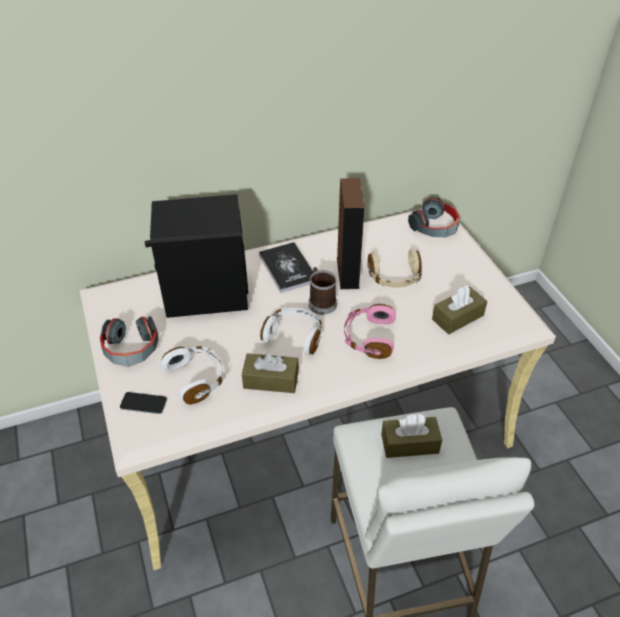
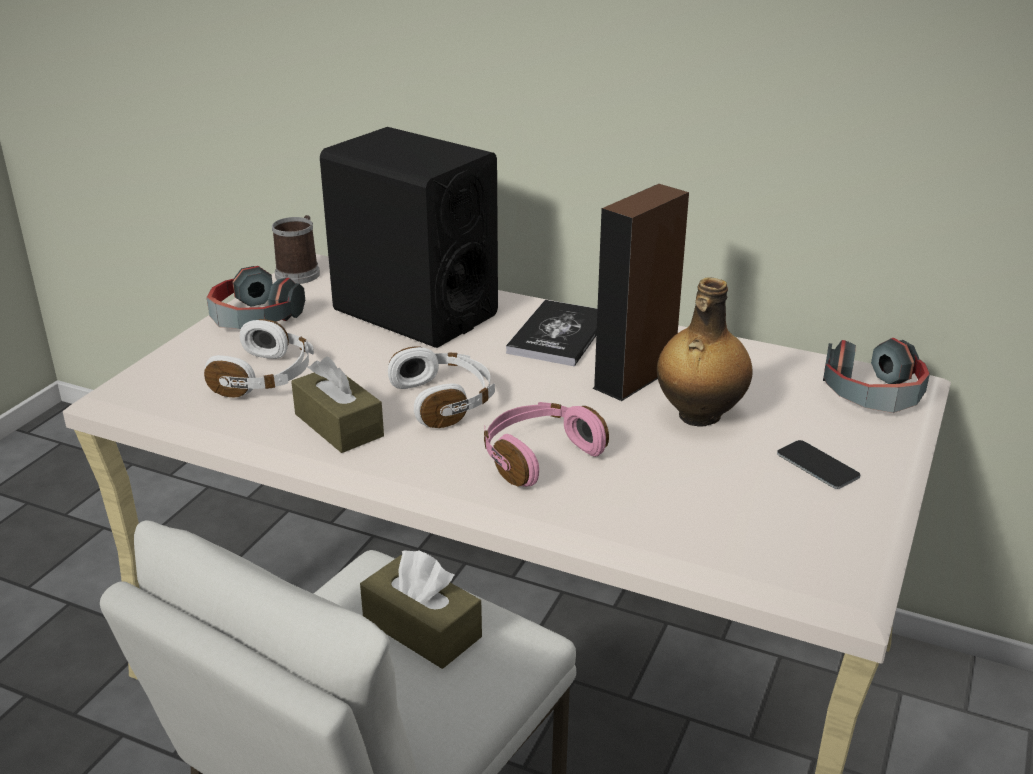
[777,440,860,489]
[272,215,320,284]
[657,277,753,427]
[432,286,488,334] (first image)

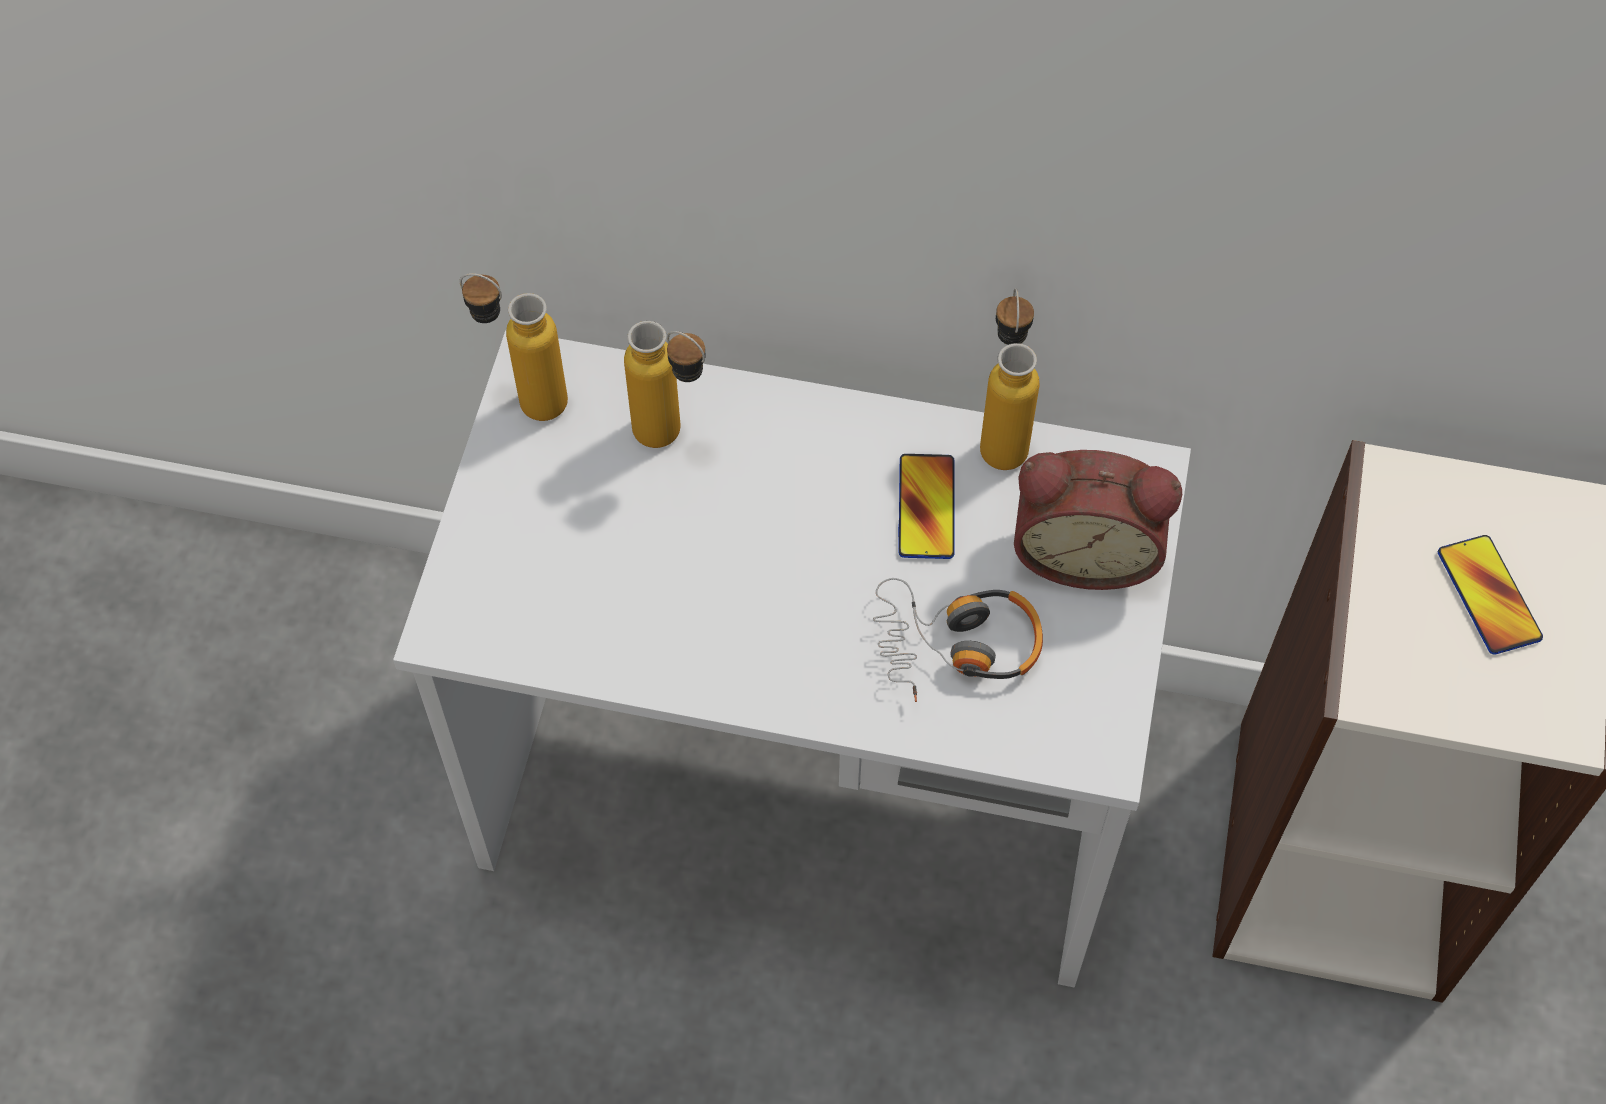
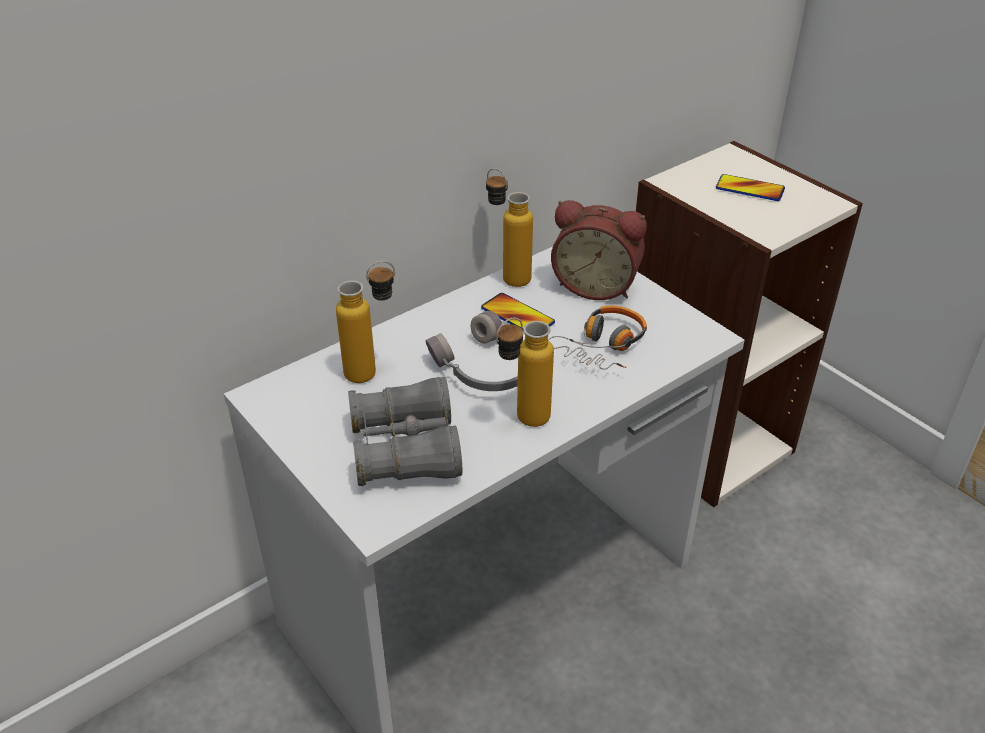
[496,317,554,427]
[551,200,647,300]
[348,377,462,486]
[426,311,518,391]

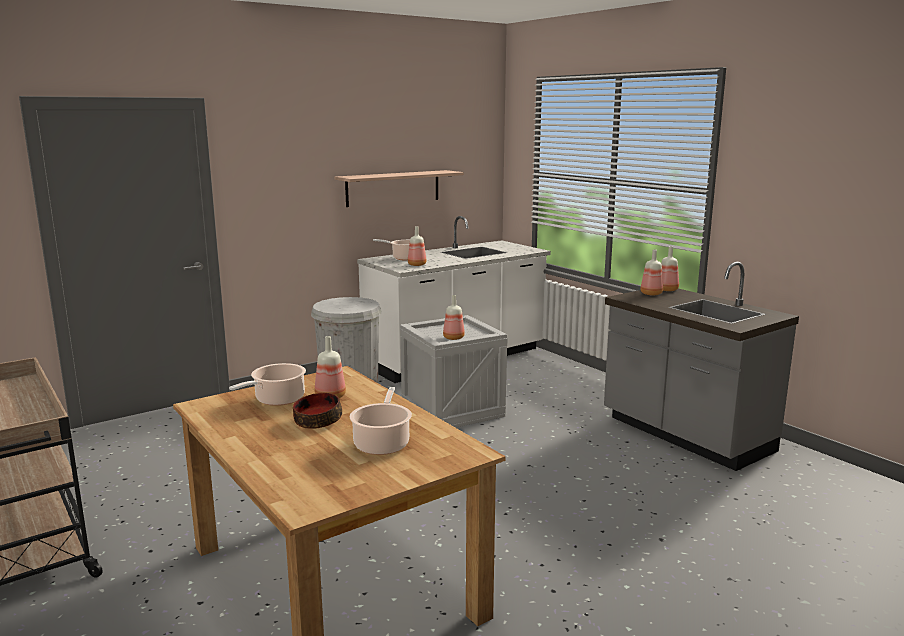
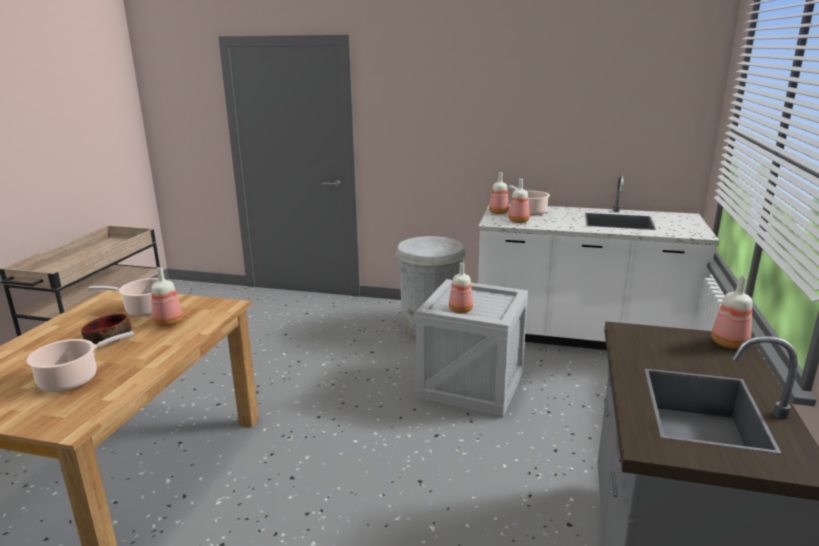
[335,170,464,207] (first image)
[489,172,509,214]

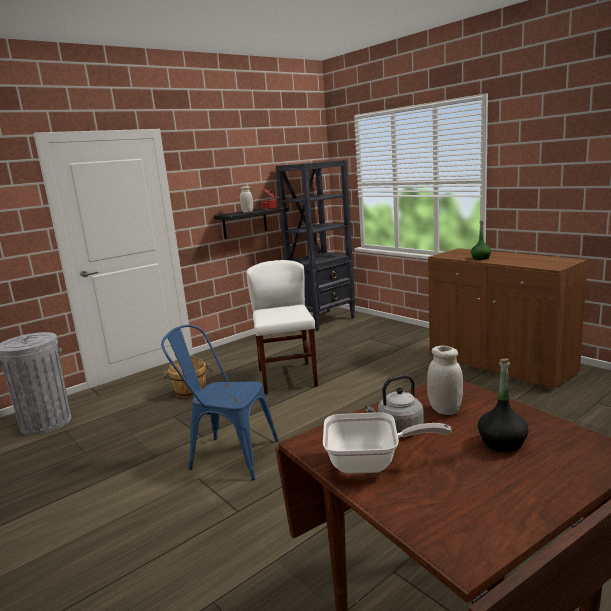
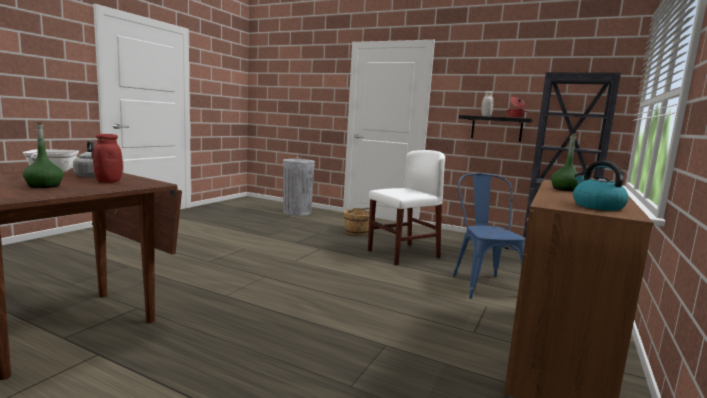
[452,173,525,299]
[93,134,123,183]
[23,122,64,188]
[573,161,629,211]

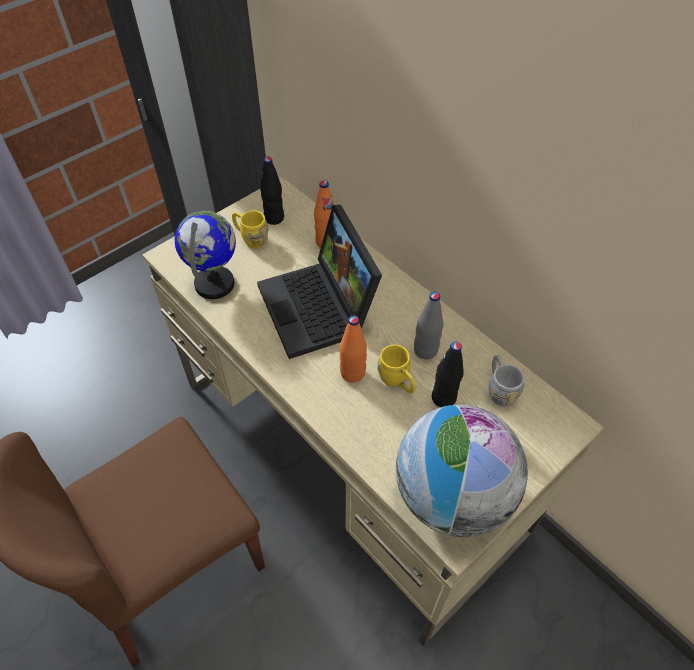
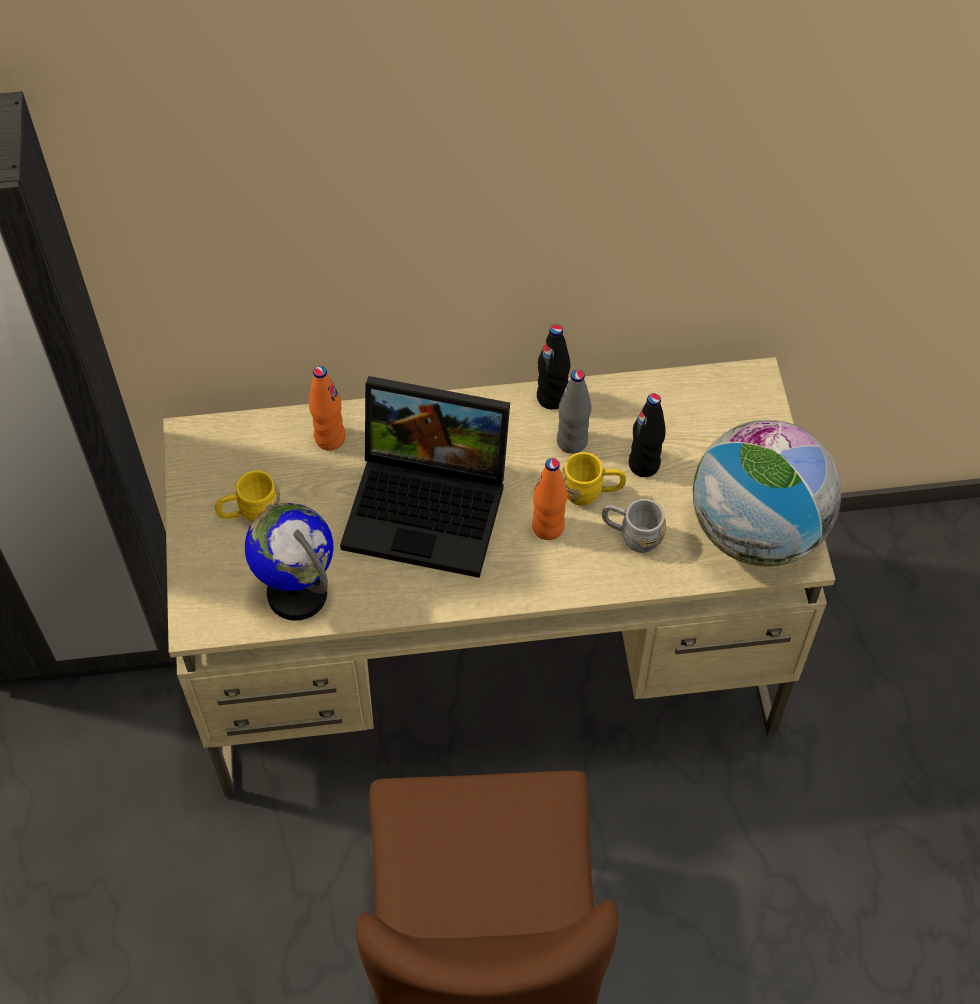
[537,324,571,410]
[602,499,666,553]

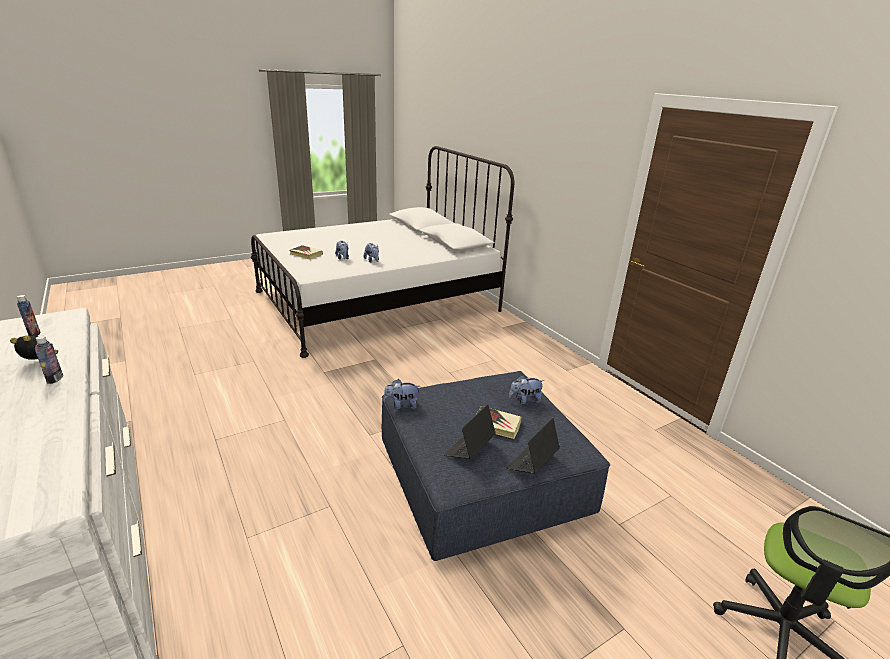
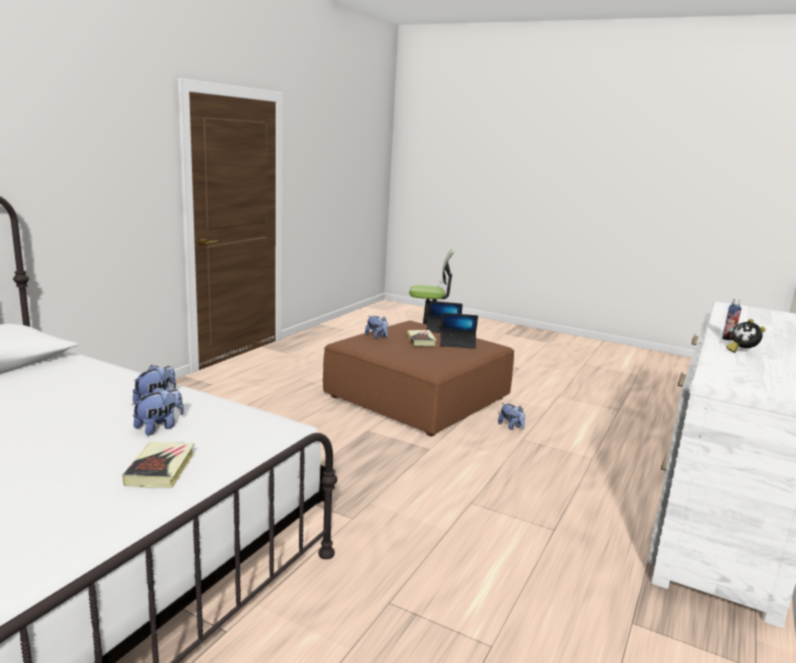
[17,295,40,336] (first image)
[323,320,515,436]
[498,403,525,430]

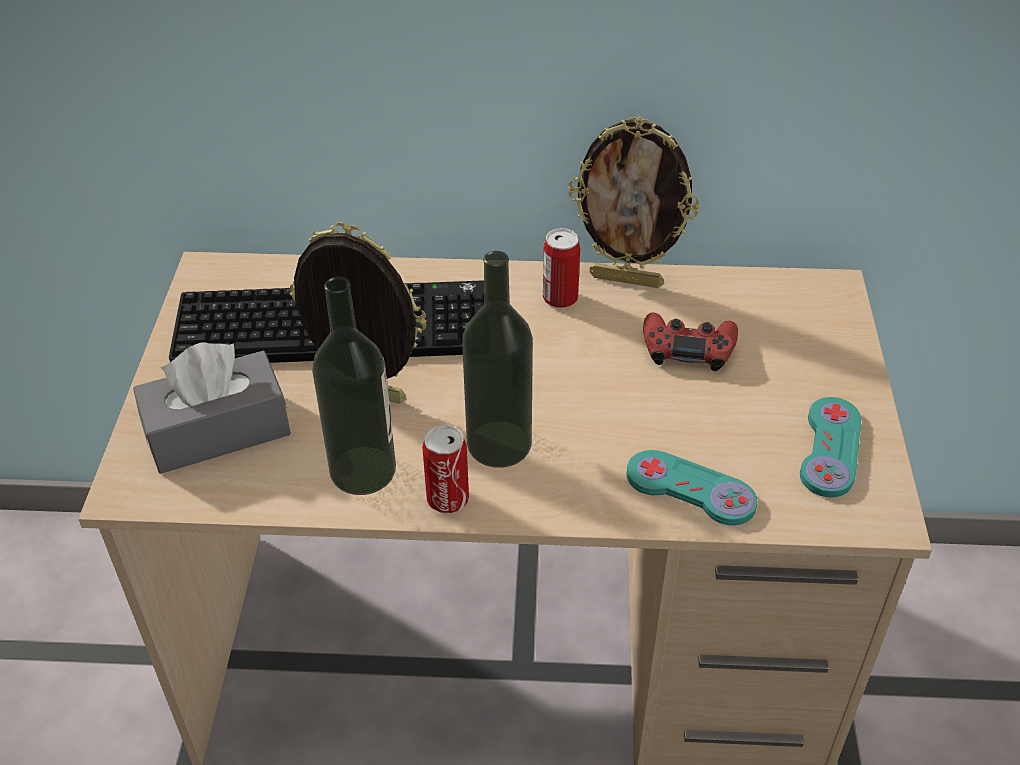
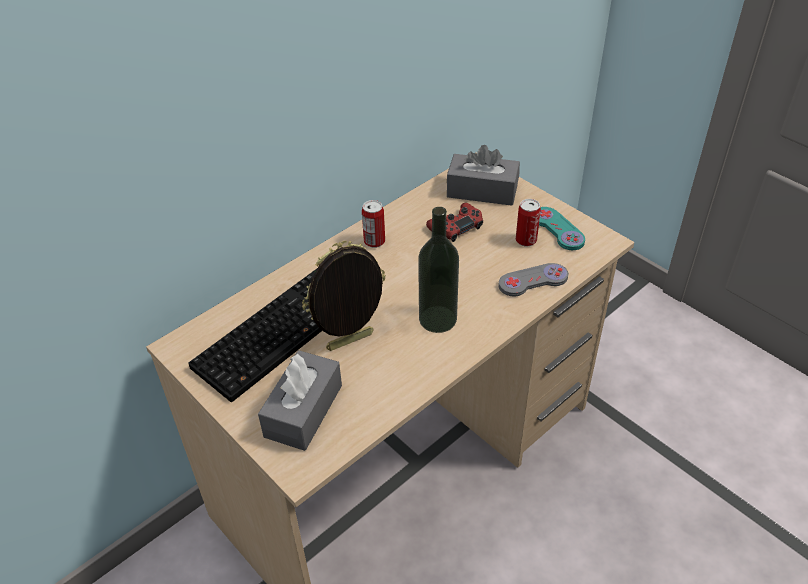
[312,277,396,495] (first image)
[516,199,541,247]
[568,117,700,288] (first image)
[498,263,568,296]
[447,145,520,206]

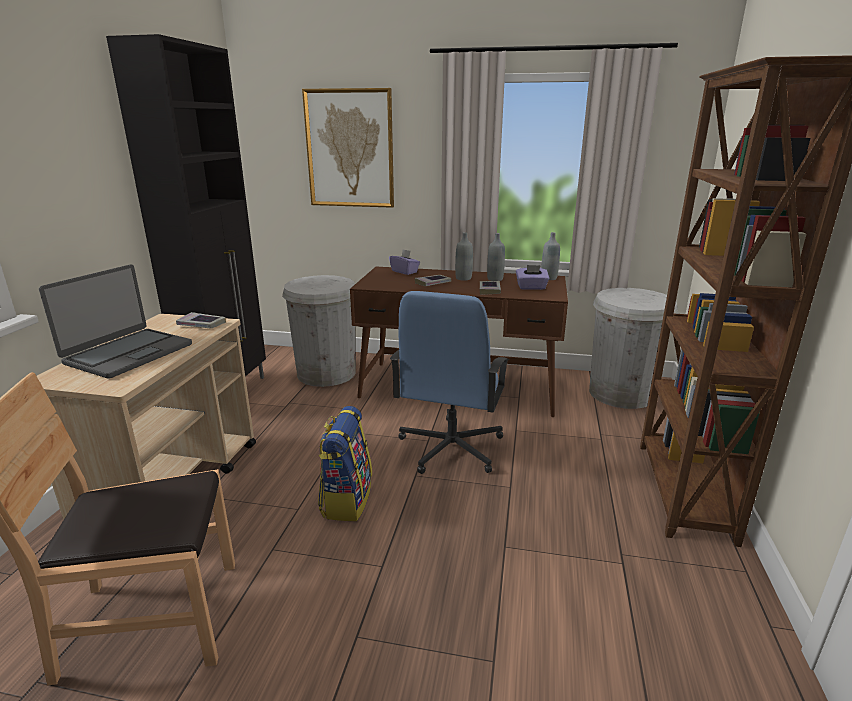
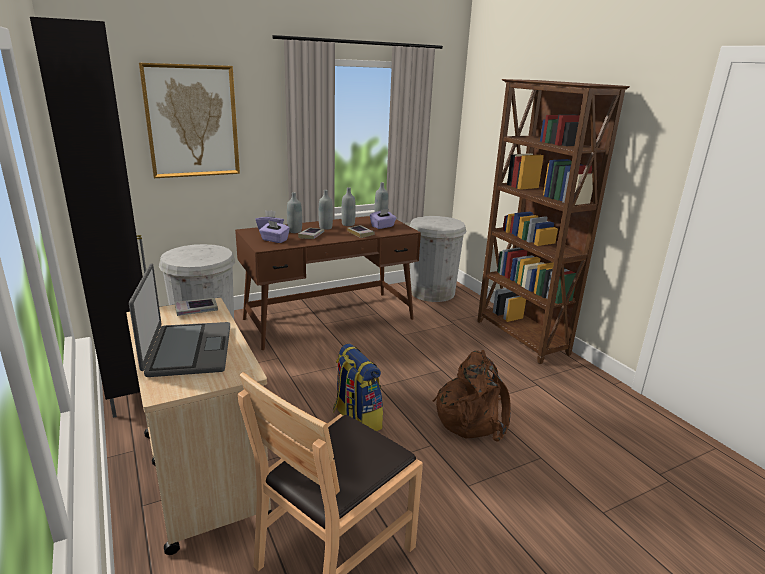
[390,291,509,474] (first image)
[259,220,290,243]
[287,192,302,233]
[433,350,511,442]

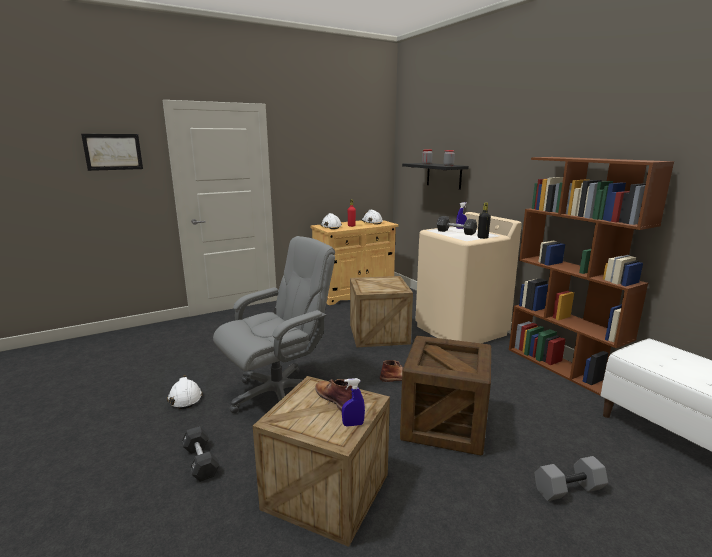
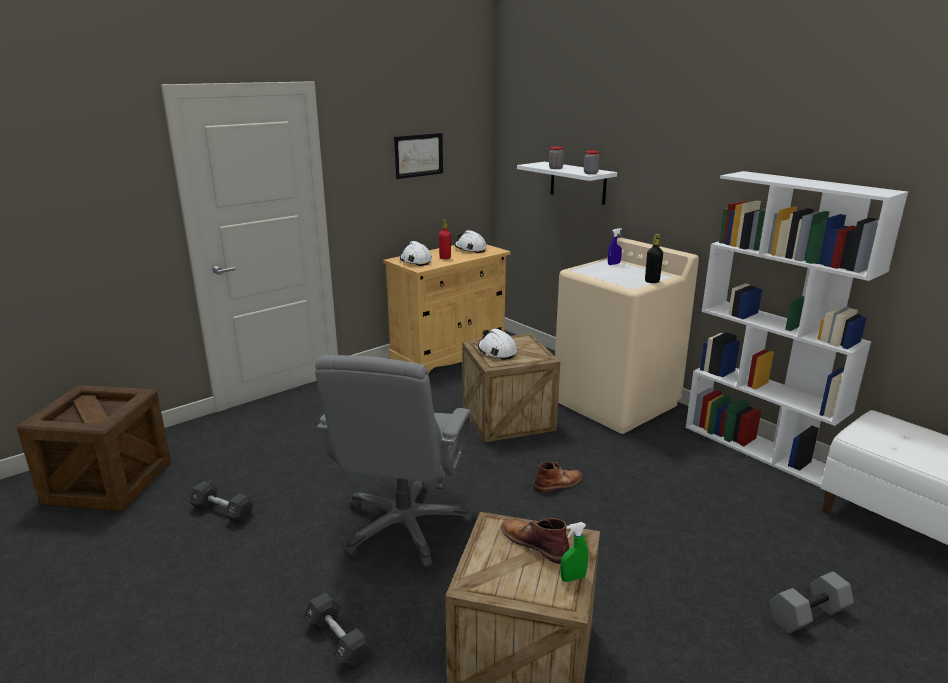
[394,133,443,179]
[478,328,517,360]
[315,355,473,569]
[560,522,589,582]
[17,385,171,511]
[517,162,617,205]
[189,481,254,524]
[686,171,908,487]

